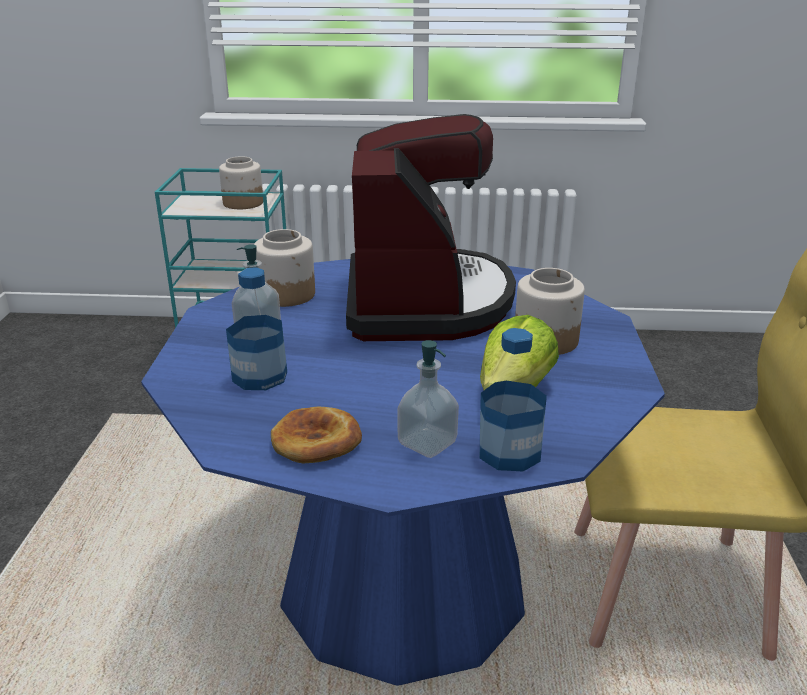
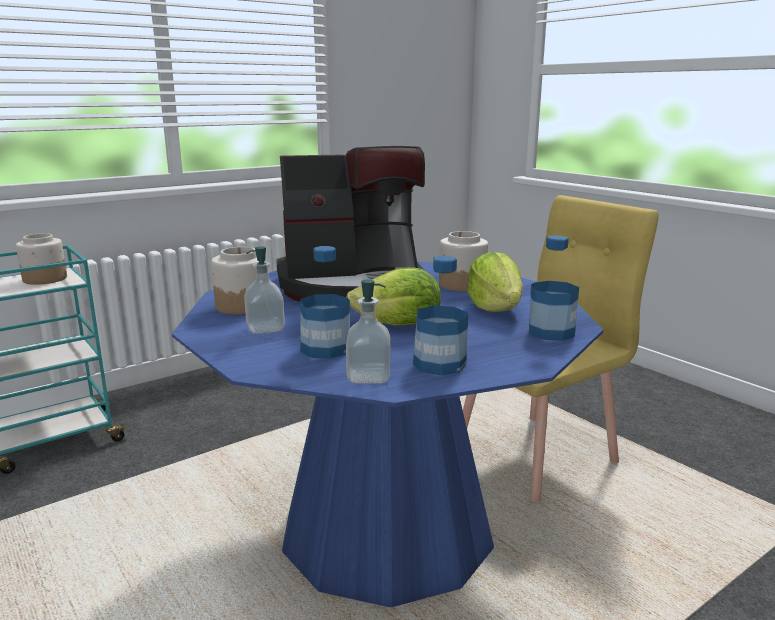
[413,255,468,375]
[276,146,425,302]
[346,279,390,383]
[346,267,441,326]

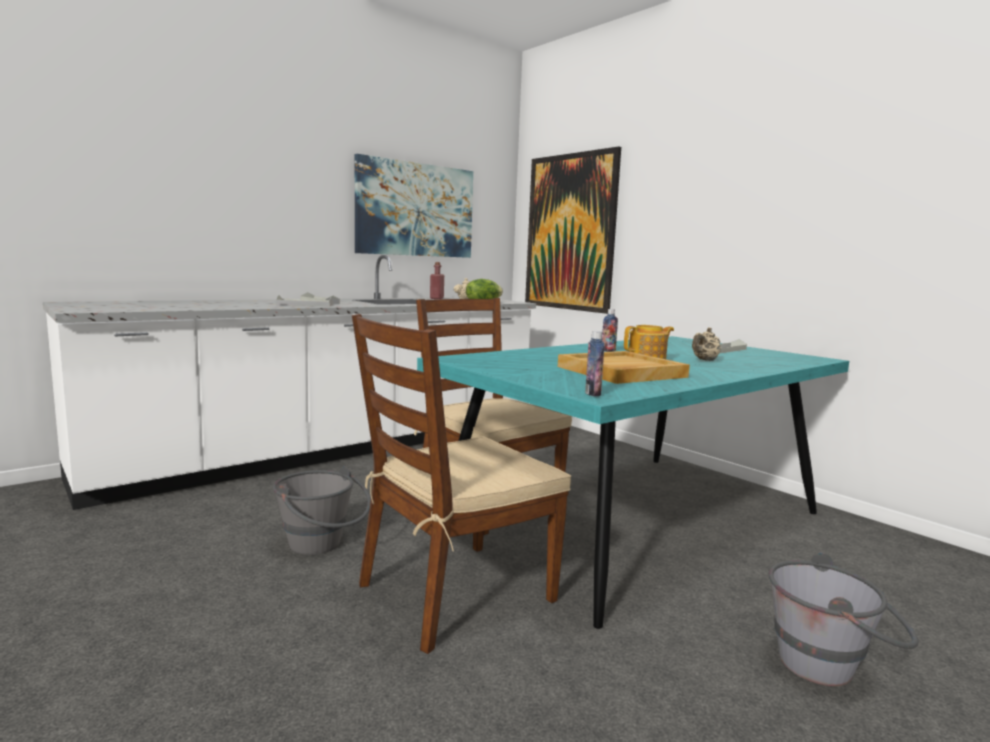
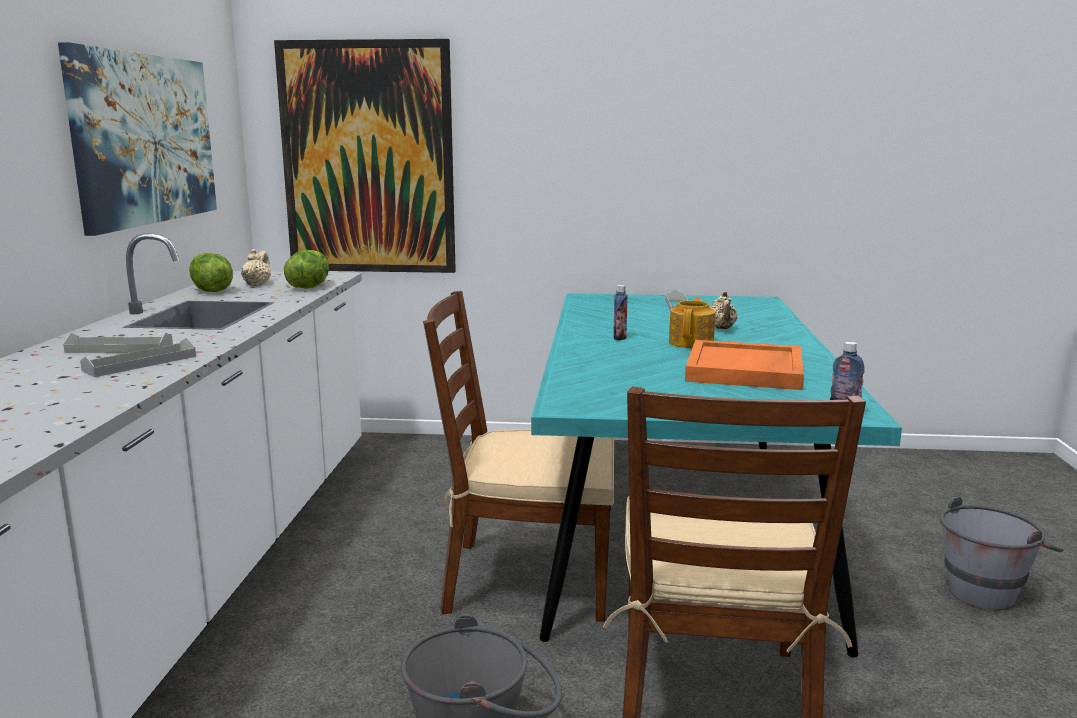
[189,253,233,292]
[685,340,804,390]

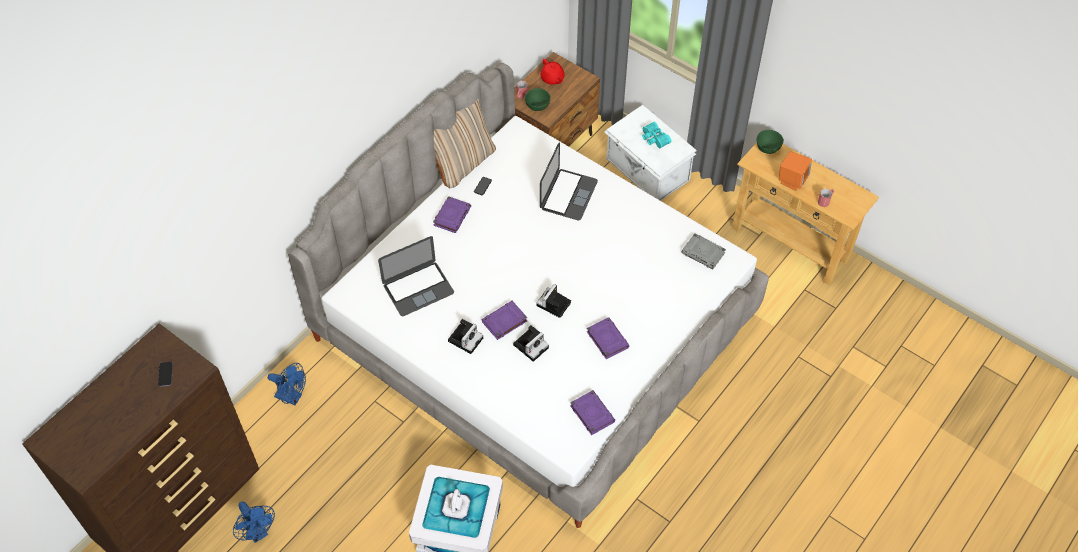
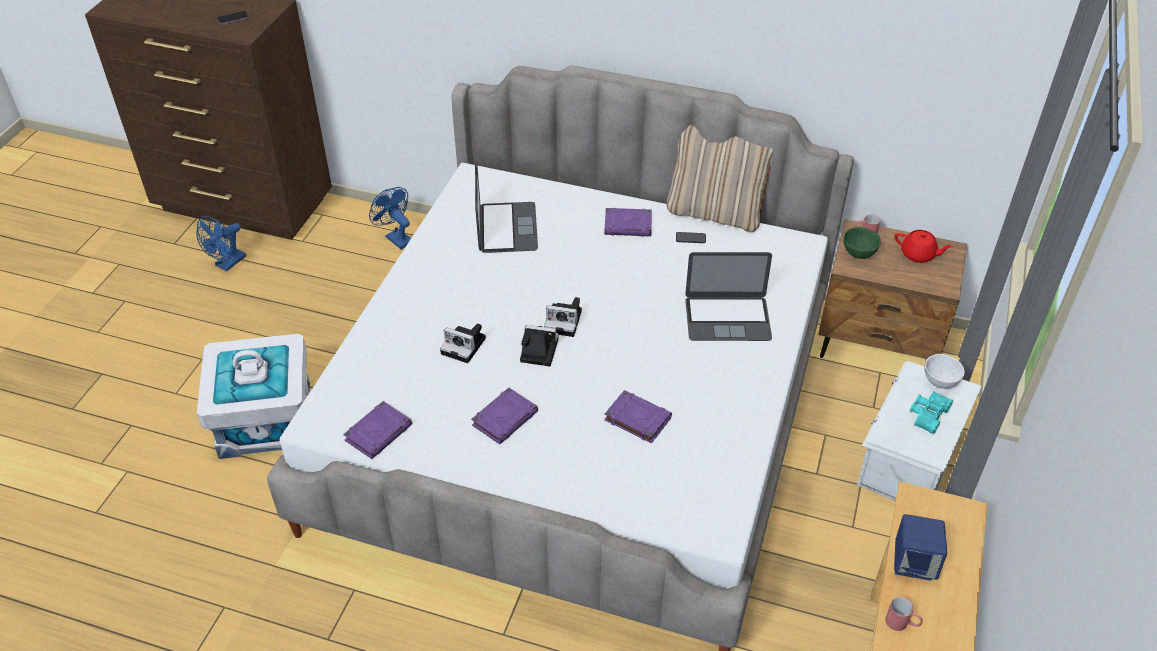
[369,187,411,249]
[475,161,538,253]
[544,297,582,337]
[604,390,672,443]
[894,230,953,263]
[681,233,726,269] (first image)
[757,130,784,154] (first image)
[894,514,947,581]
[925,354,965,389]

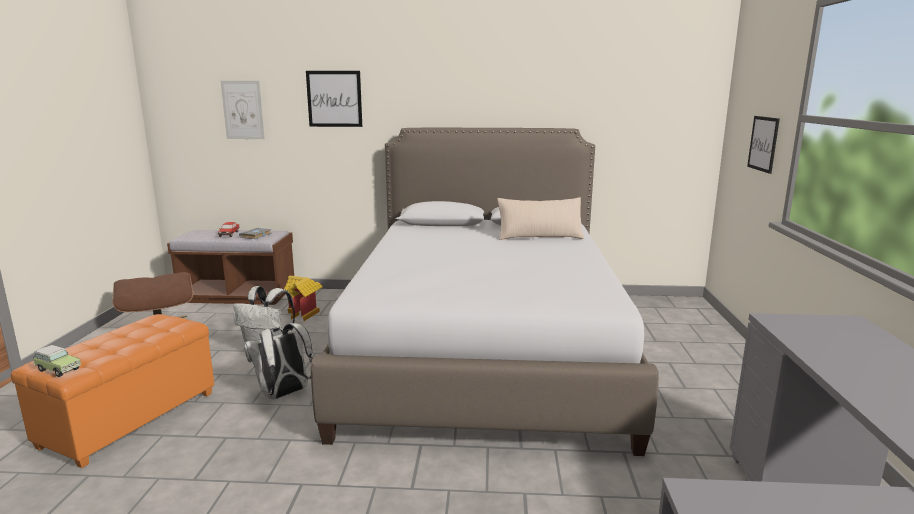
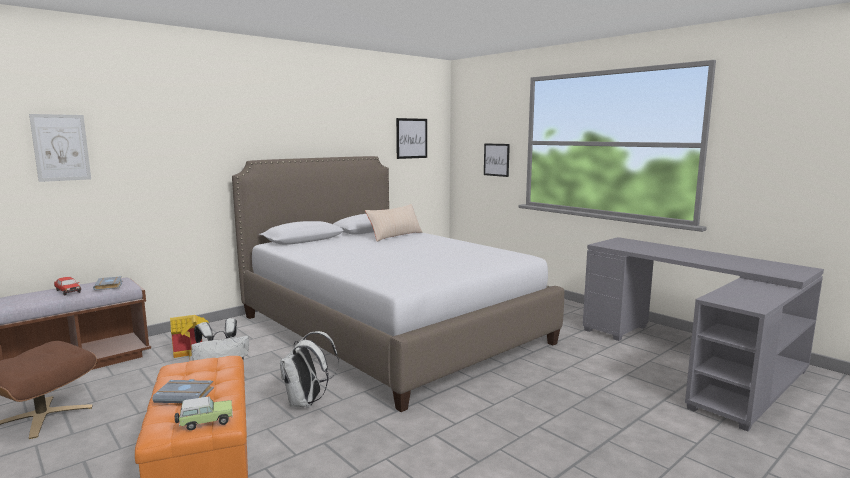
[396,118,427,159]
[152,379,214,403]

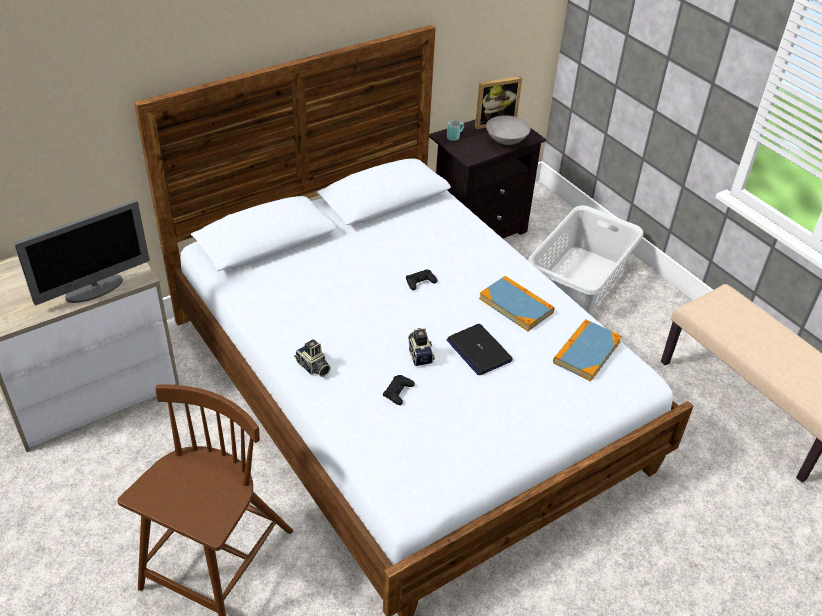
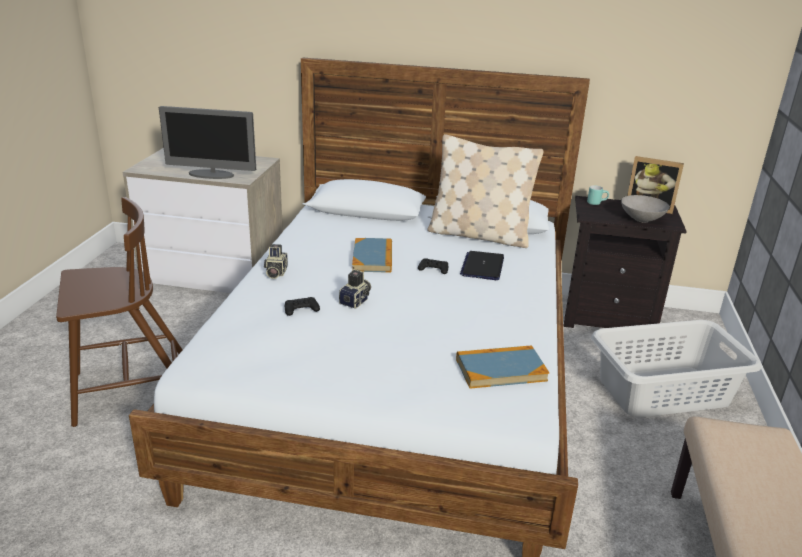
[460,251,504,280]
[352,238,392,273]
[427,134,544,248]

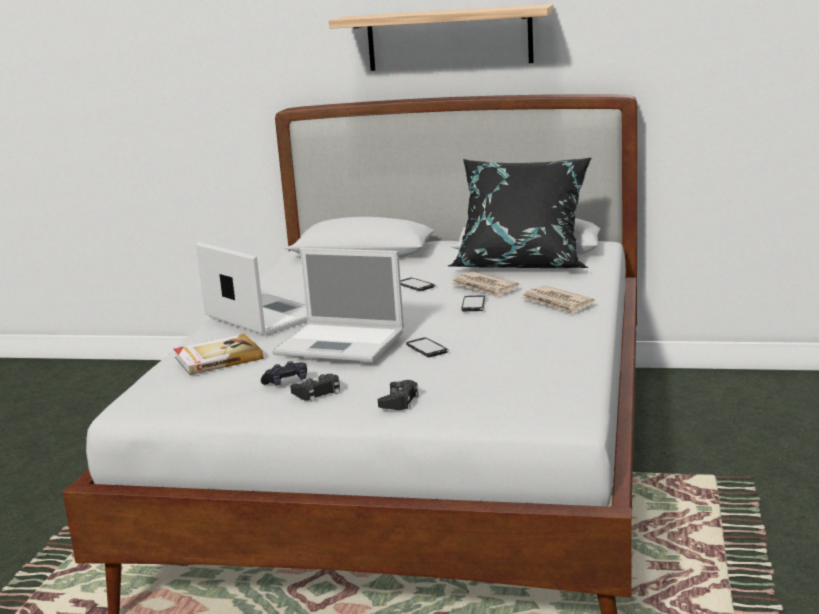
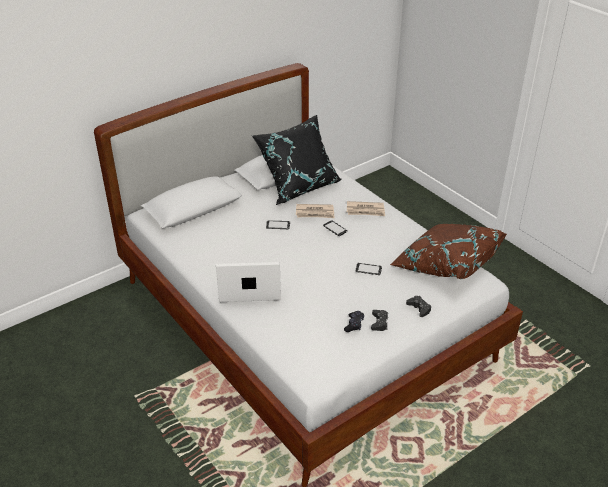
[174,334,263,375] (first image)
[272,248,404,362] (first image)
[329,4,554,71] (first image)
[390,224,507,279]

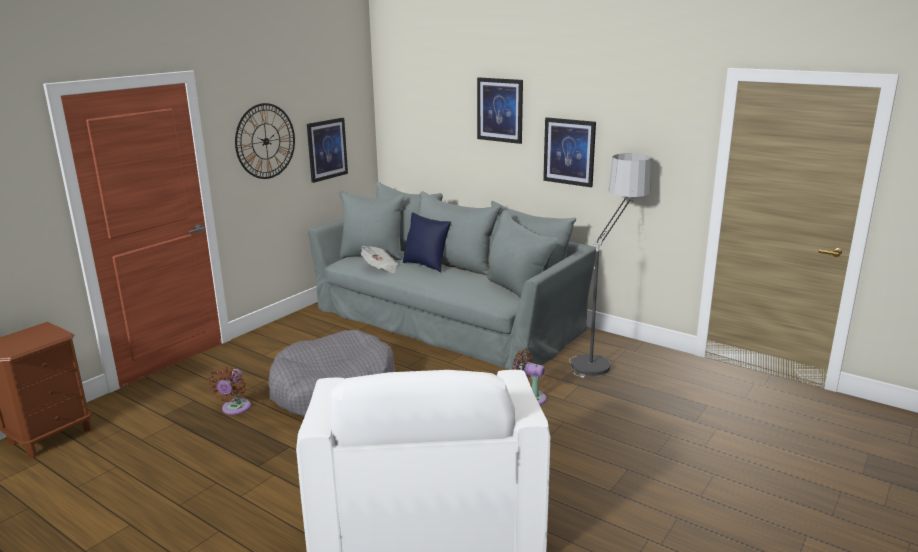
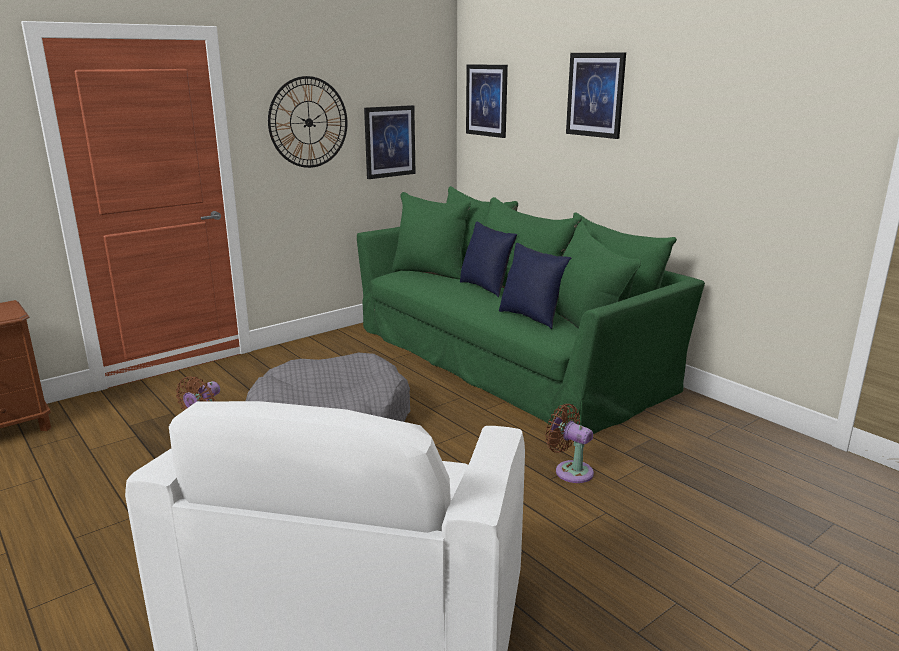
[357,186,705,434]
[361,246,398,273] (first image)
[466,64,508,138]
[569,153,651,378] (first image)
[499,243,571,329]

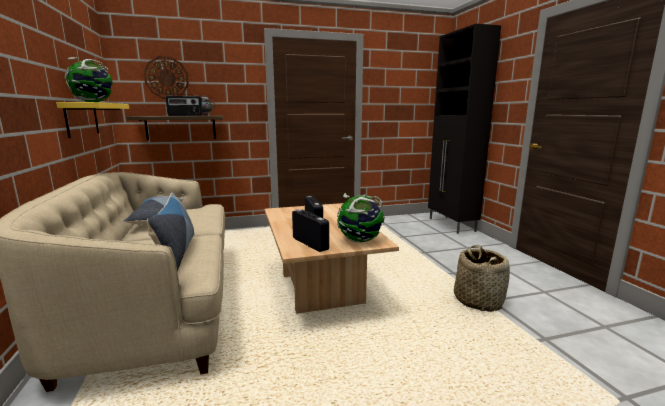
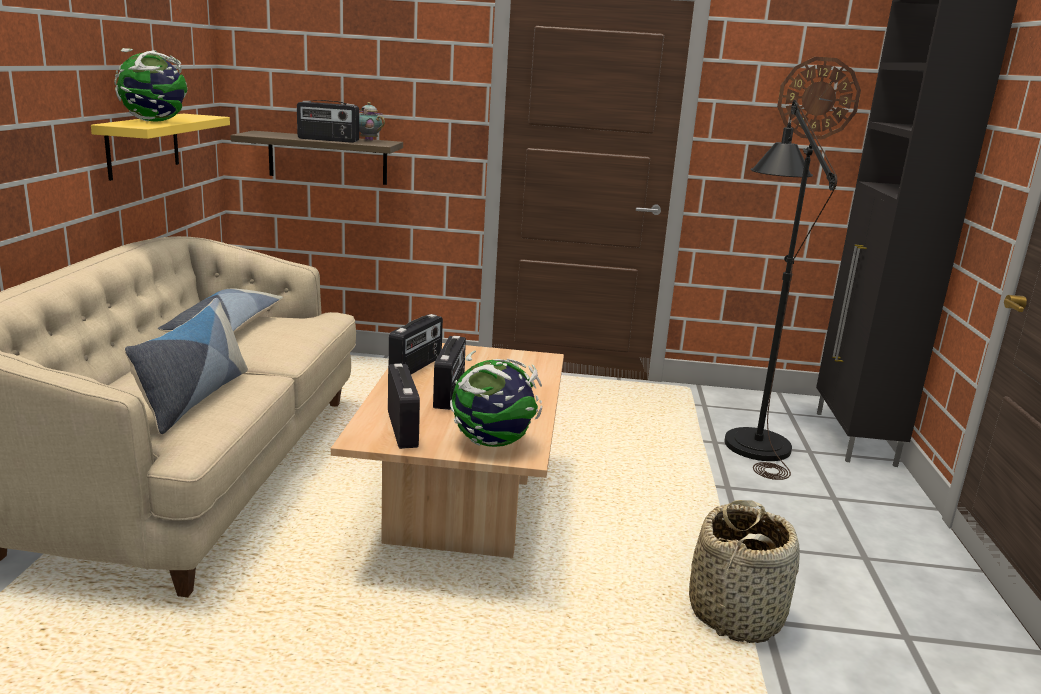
[777,57,861,139]
[389,314,443,374]
[724,100,837,480]

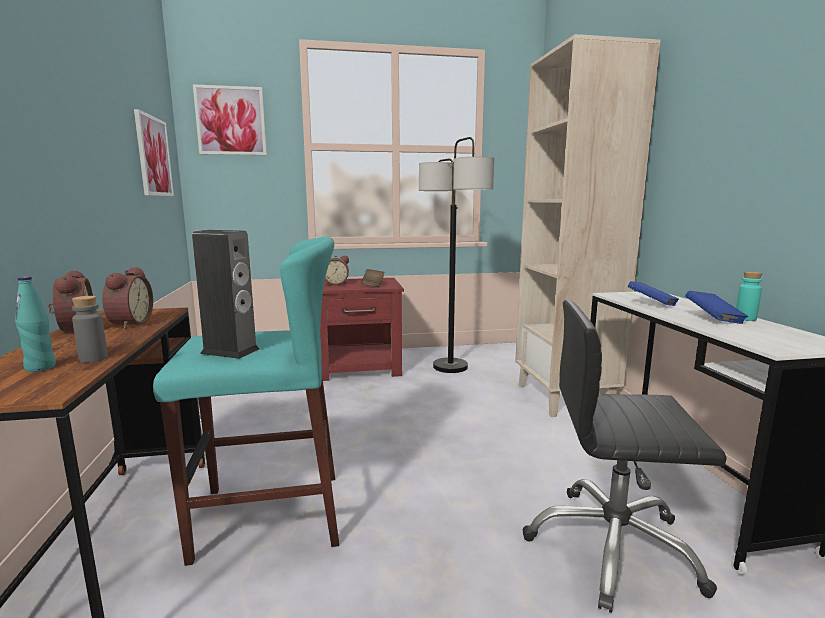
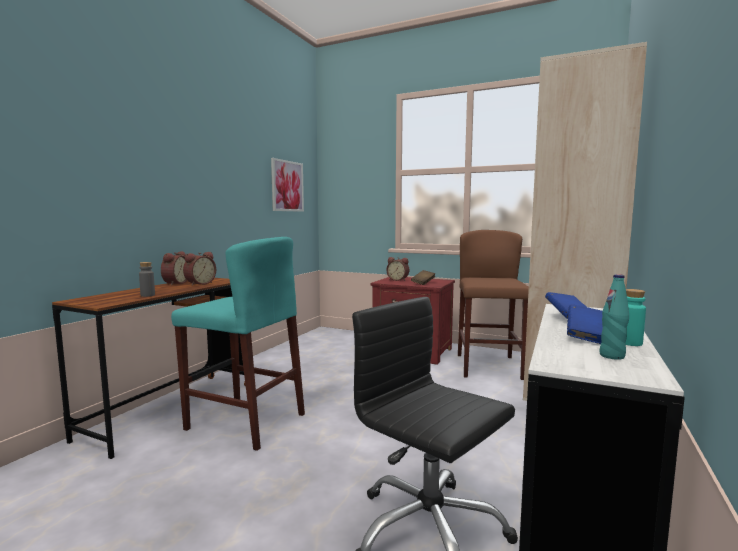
[599,274,629,360]
[192,230,260,359] (first image)
[193,84,267,155] (first image)
[458,230,529,380]

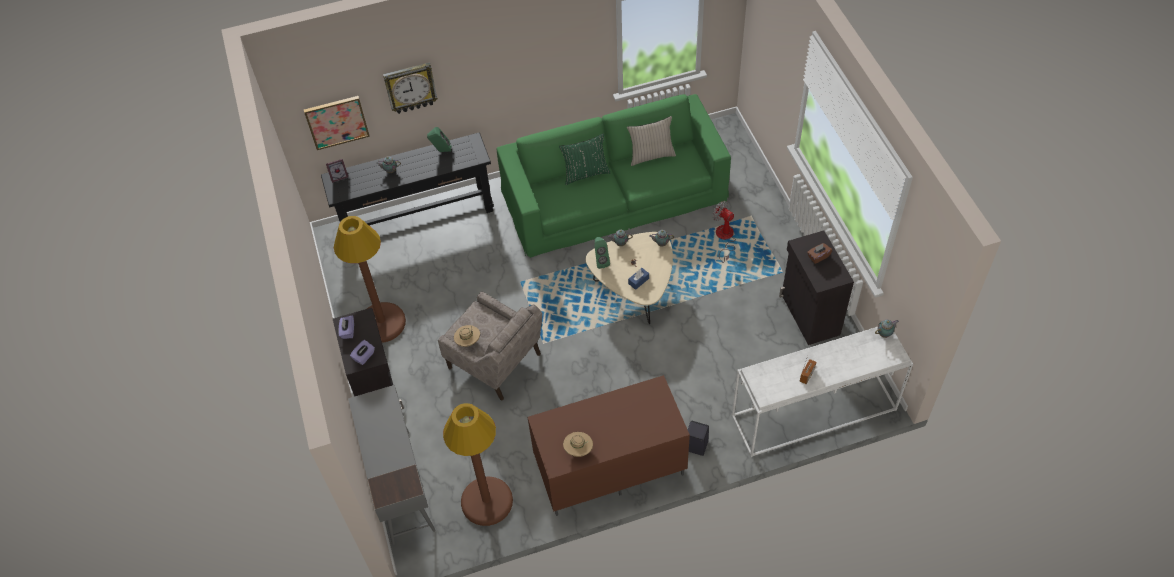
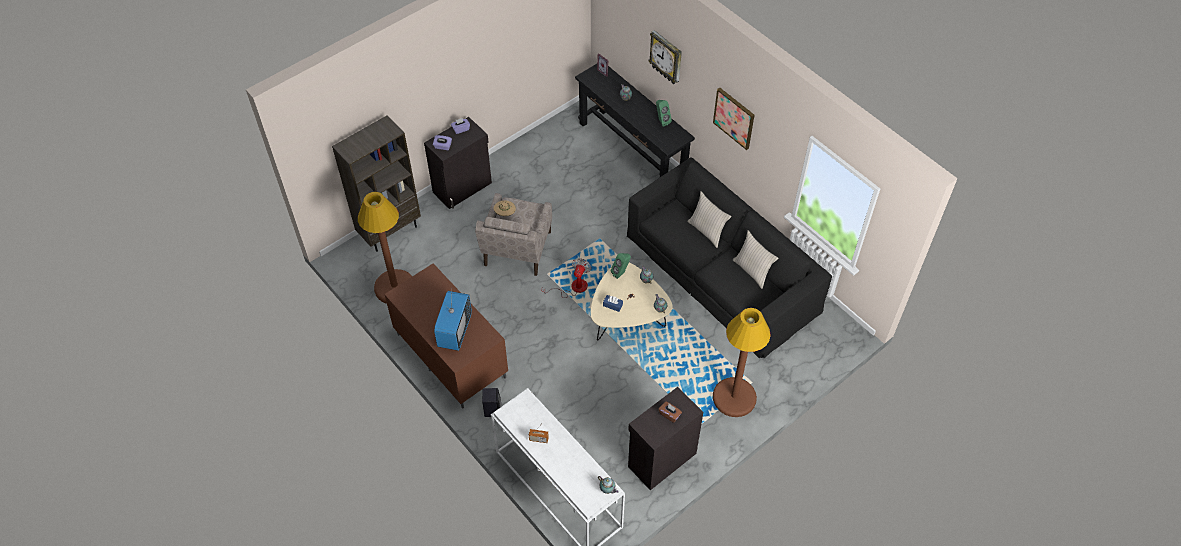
[713,87,754,150]
[713,308,771,417]
[332,116,421,252]
[627,157,832,359]
[687,191,731,248]
[563,432,593,457] (first image)
[541,258,592,298]
[434,291,472,351]

